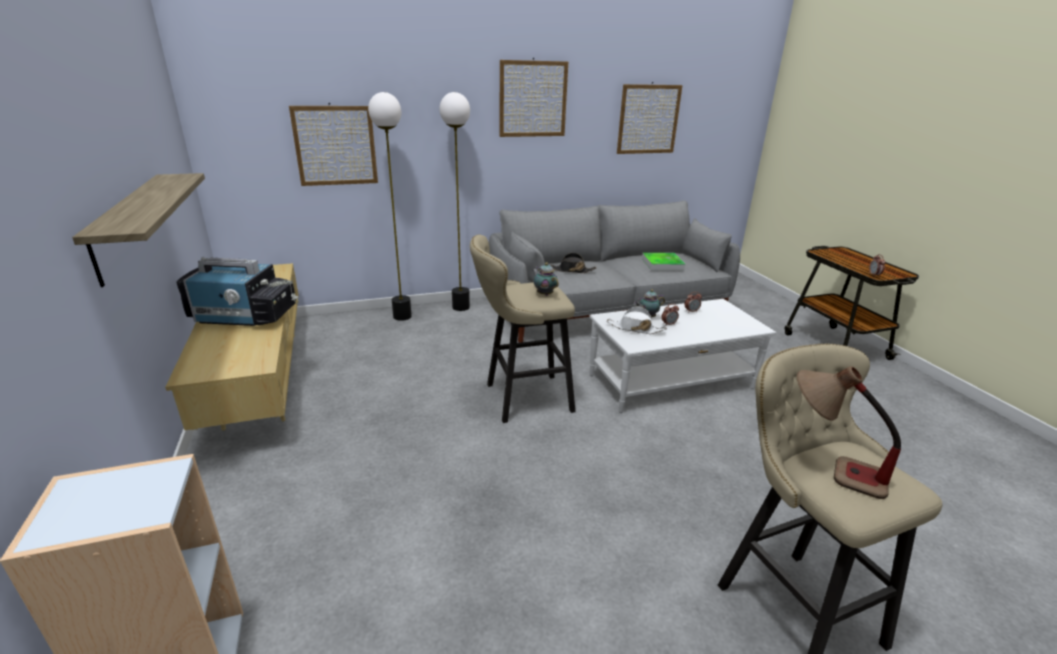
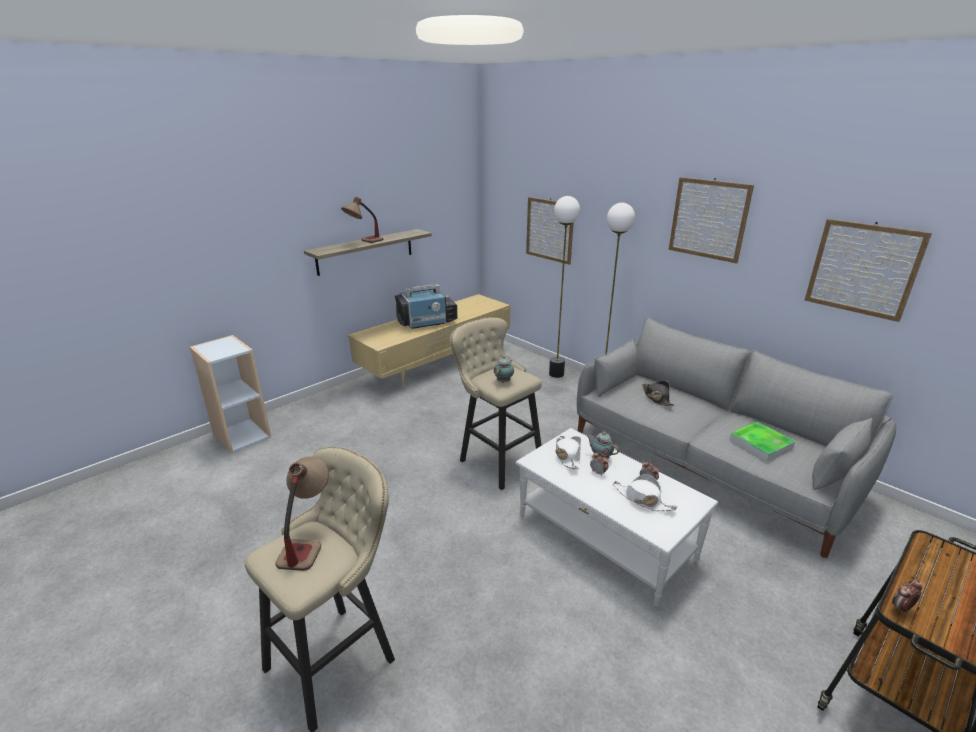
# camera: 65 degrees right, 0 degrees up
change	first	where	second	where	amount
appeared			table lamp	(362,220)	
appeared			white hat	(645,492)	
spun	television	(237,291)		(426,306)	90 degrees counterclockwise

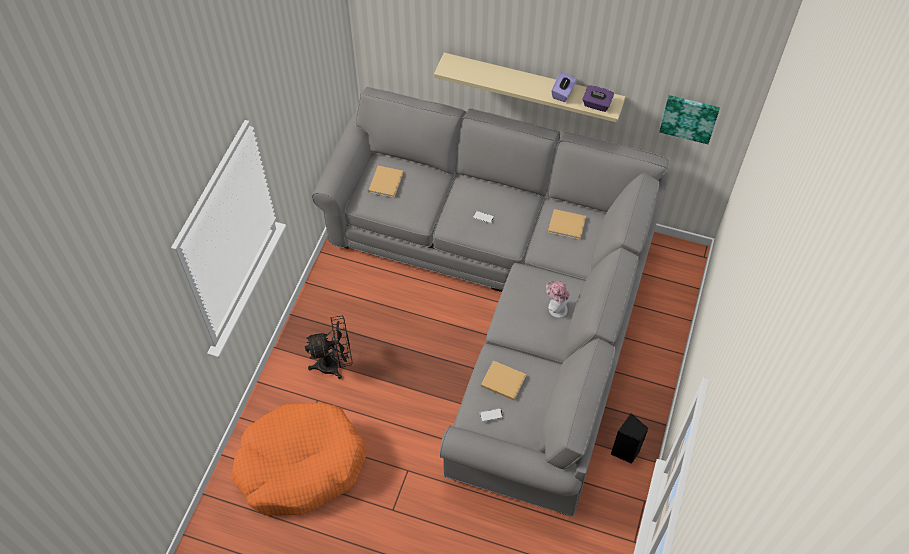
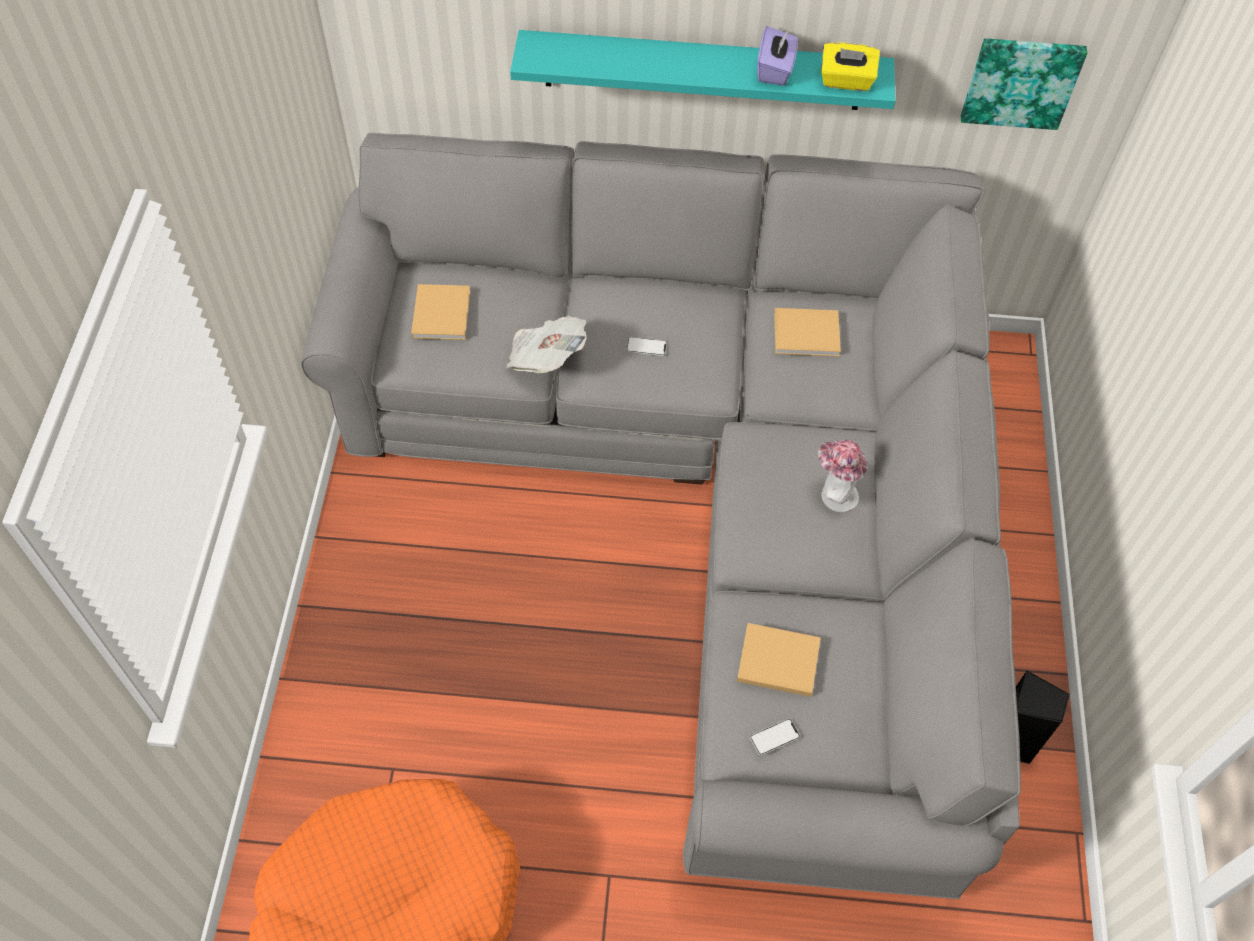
# camera: 15 degrees left, 0 degrees up
change	first	where	second	where	amount
missing	black fan	(329,347)			
appeared			newspaper	(547,345)	
colour	beige shelf	(529,88)	turquoise shelf	(702,70)	
colour	purple tissue box	(598,98)	yellow tissue box	(850,66)	

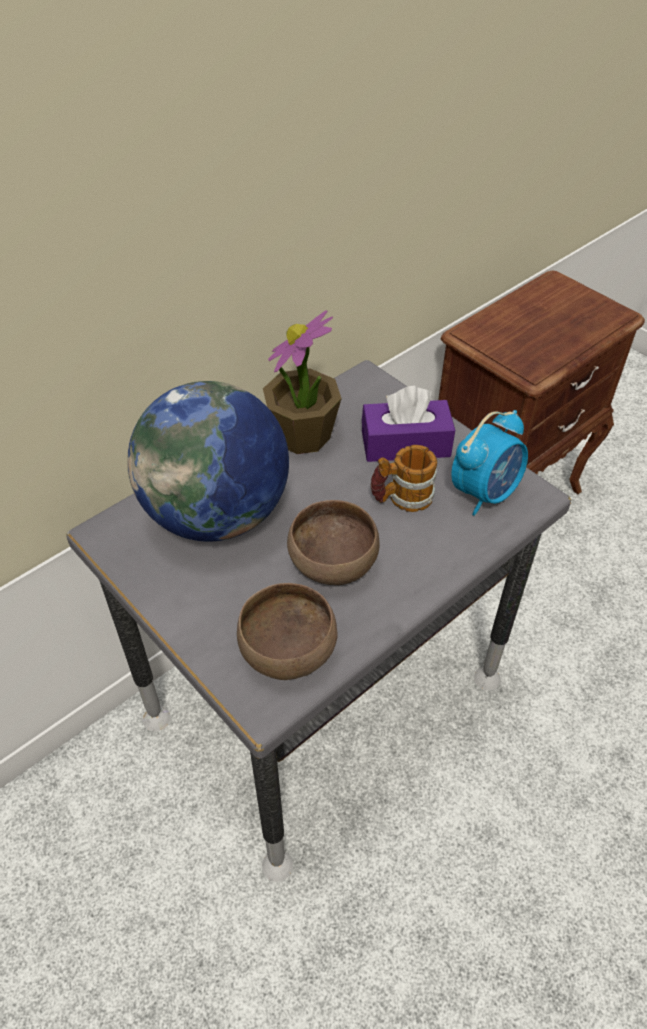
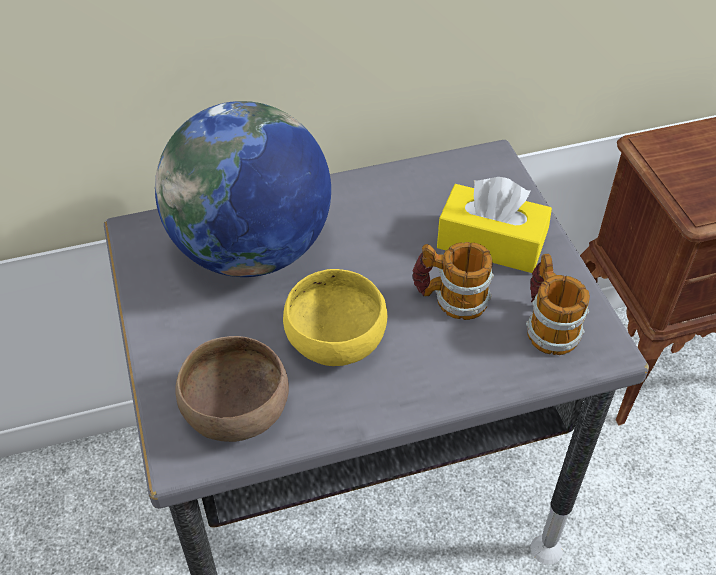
# camera: 25 degrees right, 0 degrees up
change	first	where	second	where	amount
missing	potted plant	(302,382)			
exchanged	alarm clock	(489,463)	mug	(558,304)	
colour	brown bowl	(333,542)	yellow bowl	(335,317)	
colour	purple tissue box	(408,424)	yellow tissue box	(494,225)	

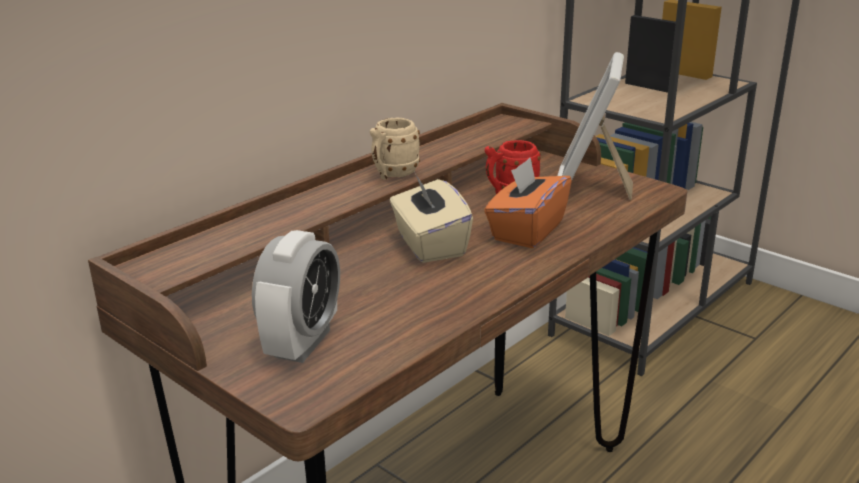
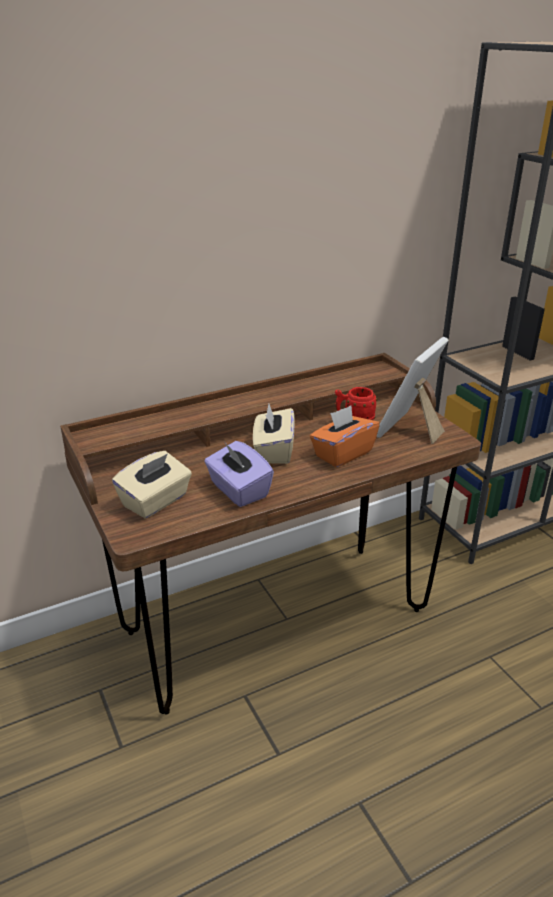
# camera: 20 degrees right, 5 degrees up
change	first	where	second	where	amount
missing	beige mug	(395,149)			
appeared			purple tissue box	(239,474)	
exchanged	alarm clock	(296,296)	beige tissue box	(152,484)	

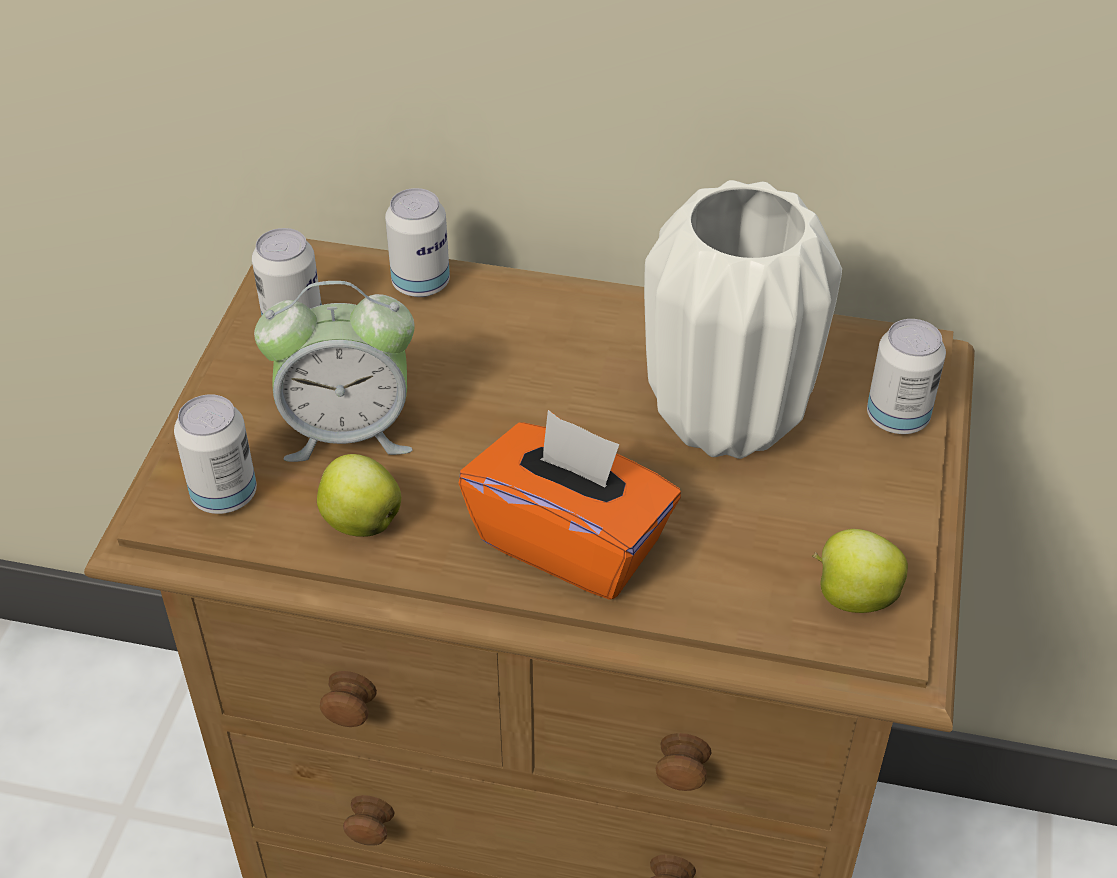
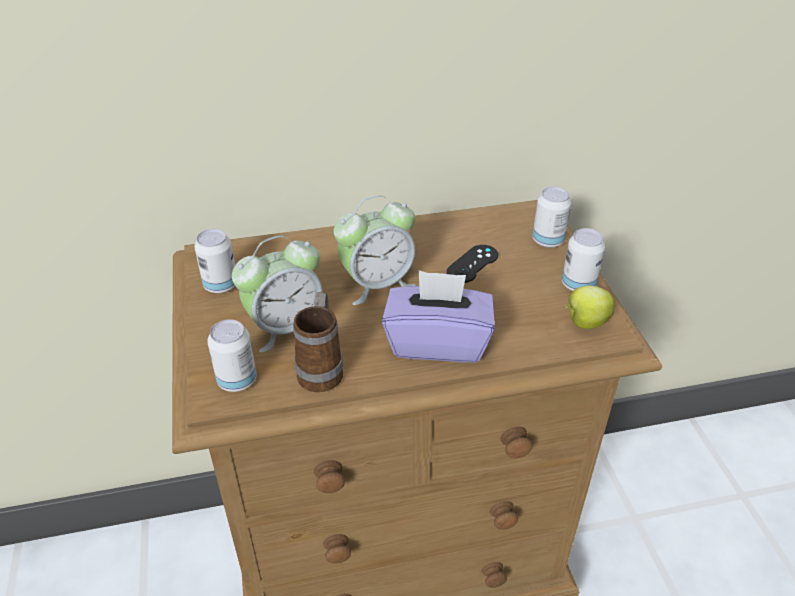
# camera: 25 degrees left, 5 degrees down
change	first	where	second	where	amount
appeared			alarm clock	(375,250)	
relocated	can	(417,242)		(583,259)	
exchanged	apple	(359,495)	mug	(318,342)	
exchanged	white vase	(743,319)	black game controller	(472,264)	
colour	orange tissue box	(569,505)	purple tissue box	(438,316)	

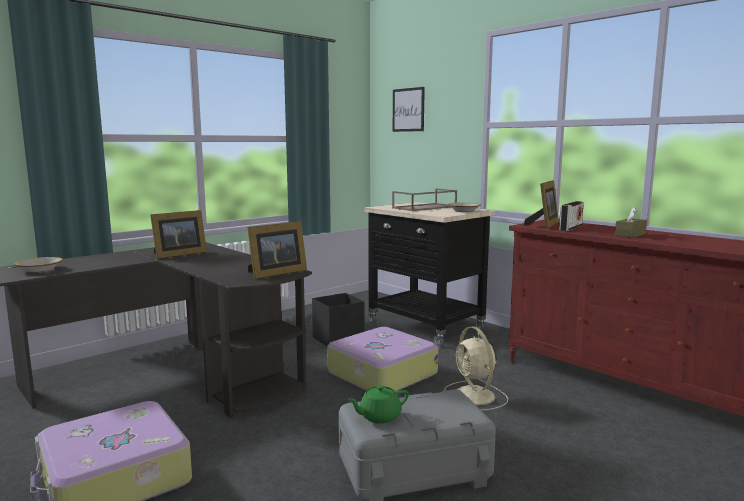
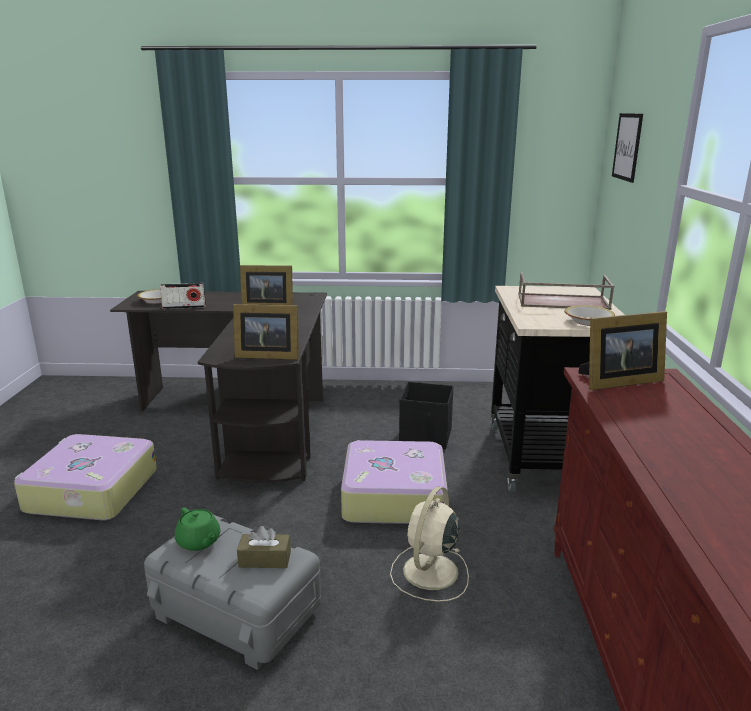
# camera: 45 degrees right, 10 degrees up
change	first	where	second	where	amount
relocated	radio	(571,216)		(183,296)	
relocated	brown tissue box	(631,222)		(264,547)	
spun	green teapot	(378,404)		(197,529)	150 degrees counterclockwise

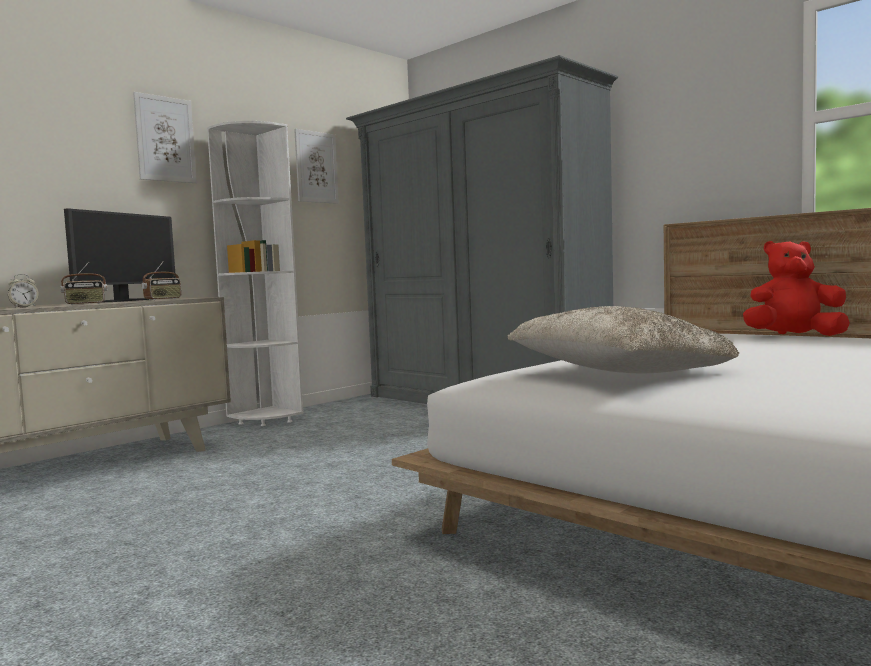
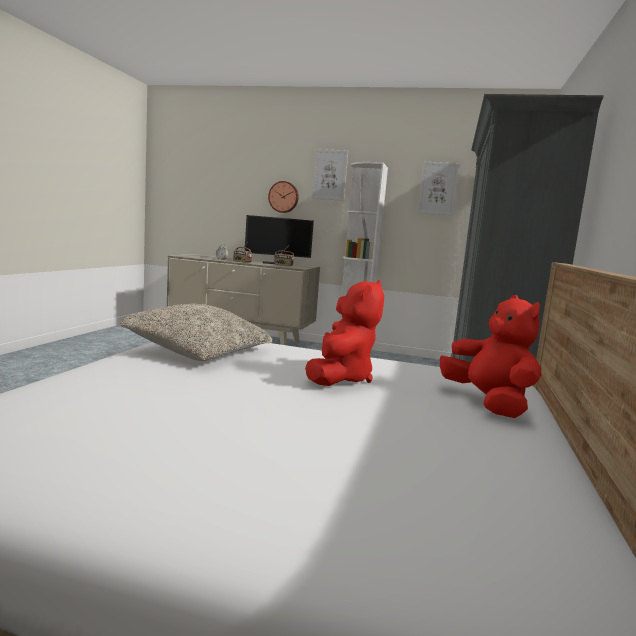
# camera: 60 degrees right, 5 degrees up
change	first	where	second	where	amount
appeared			wall clock	(283,197)	
appeared			red plush toy	(344,333)	

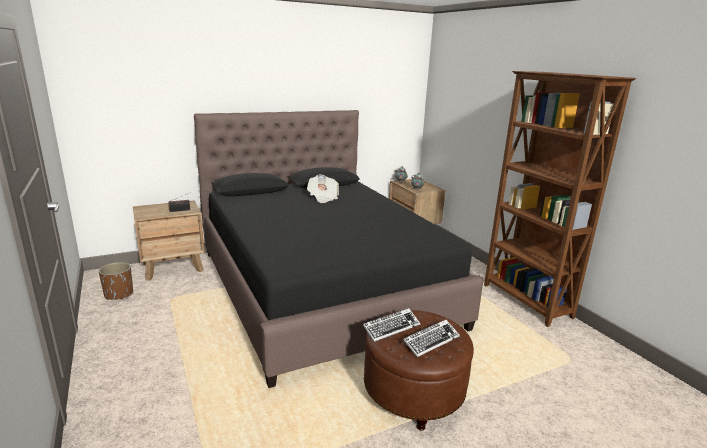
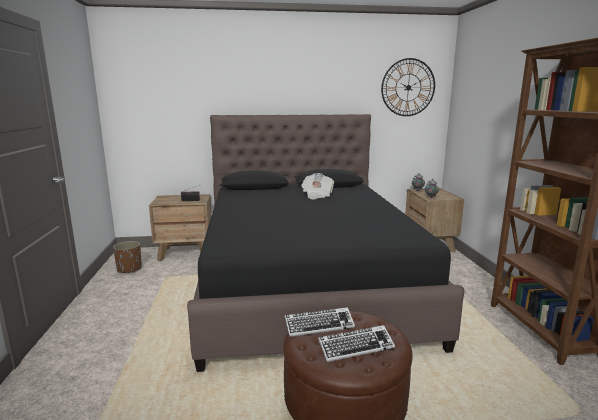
# camera: 20 degrees right, 5 degrees down
change	first	where	second	where	amount
appeared			wall clock	(408,87)	

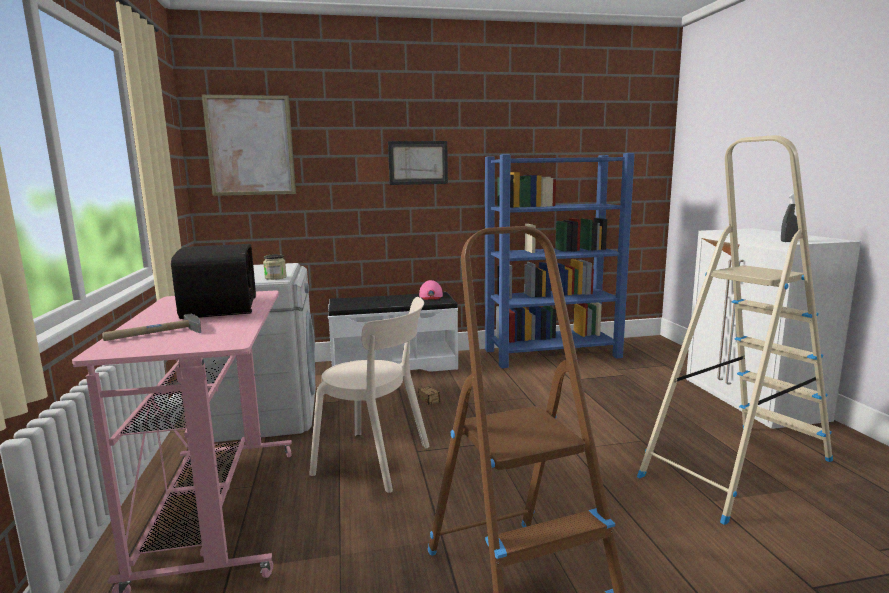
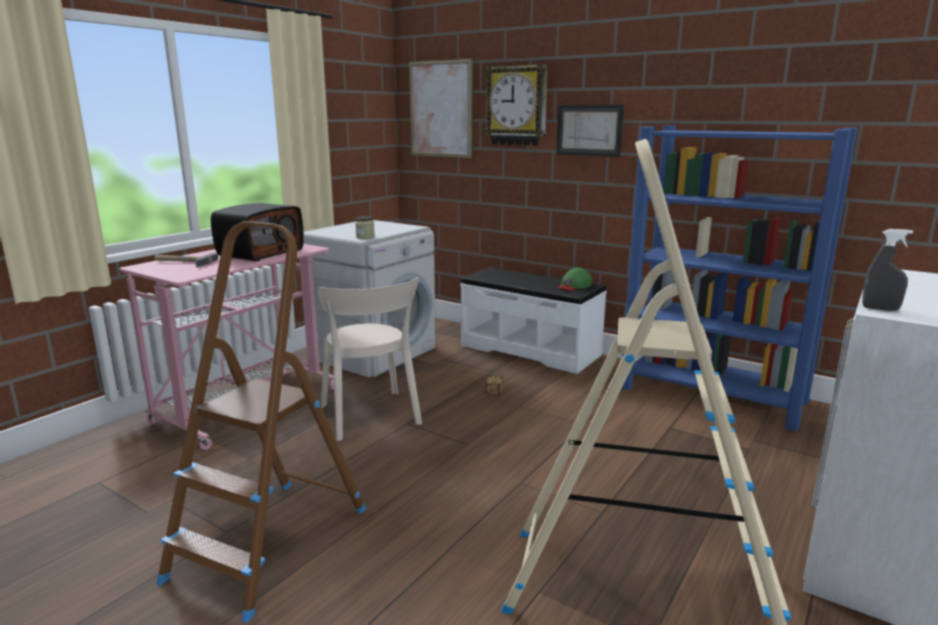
# camera: 45 degrees right, 5 degrees up
change	first	where	second	where	amount
appeared			wall clock	(516,105)	
colour	pink cap	(431,290)	green cap	(575,278)	

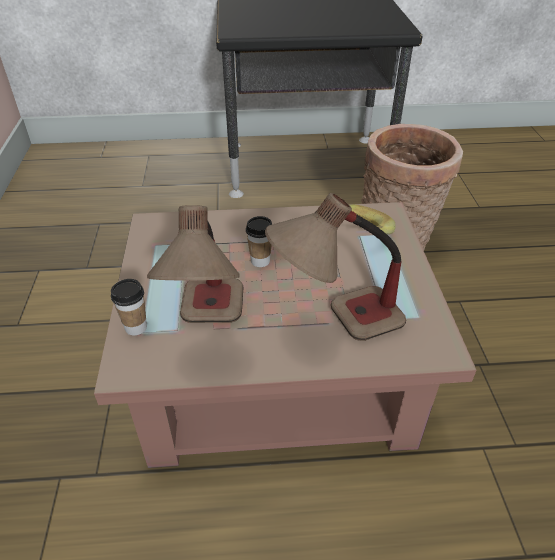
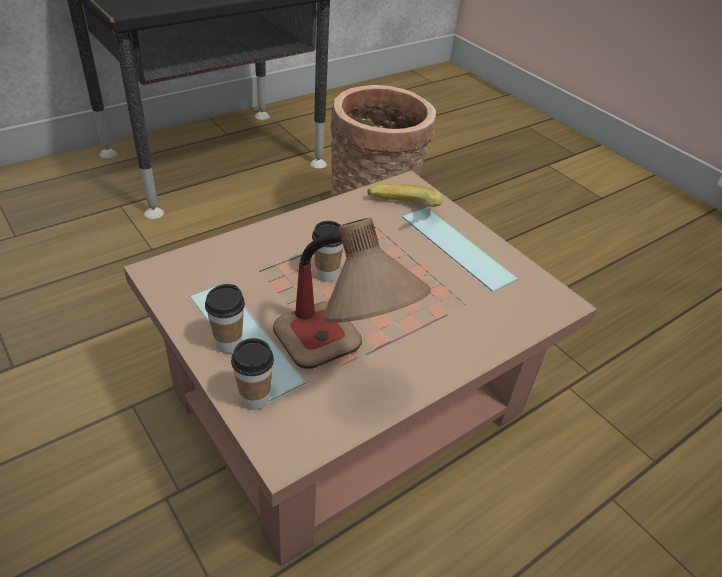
# camera: 35 degrees left, 0 degrees up
change	first	where	second	where	amount
missing	table lamp	(335,267)			
appeared			cup	(225,318)	

